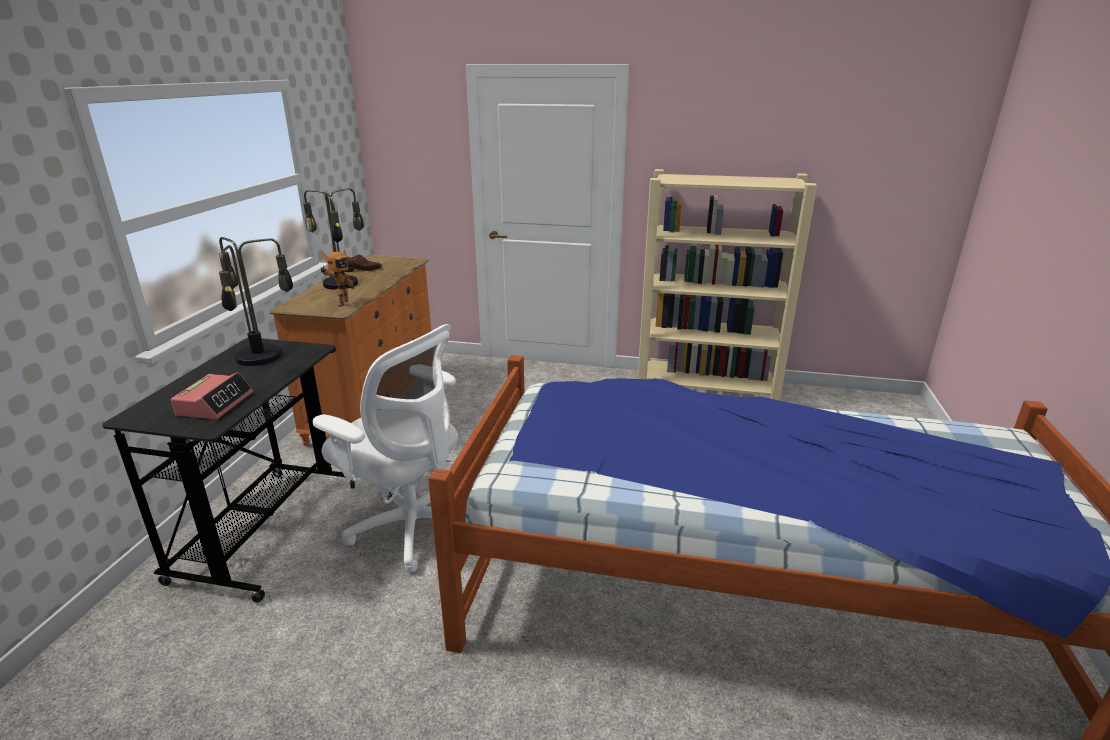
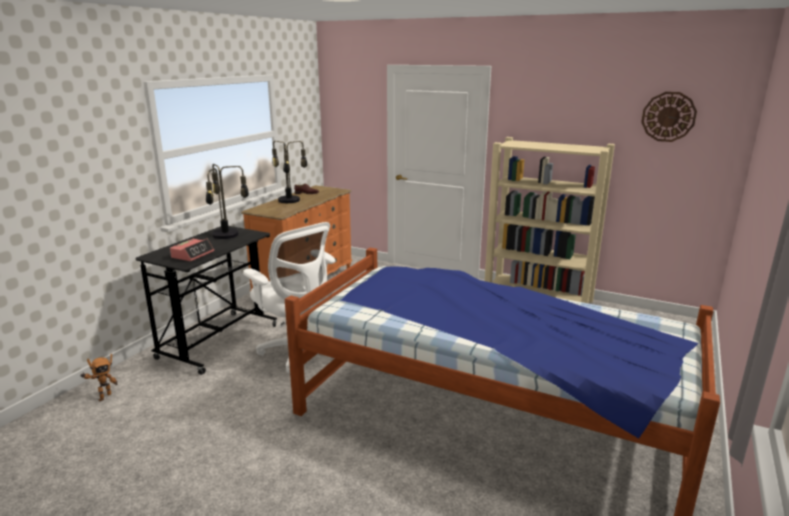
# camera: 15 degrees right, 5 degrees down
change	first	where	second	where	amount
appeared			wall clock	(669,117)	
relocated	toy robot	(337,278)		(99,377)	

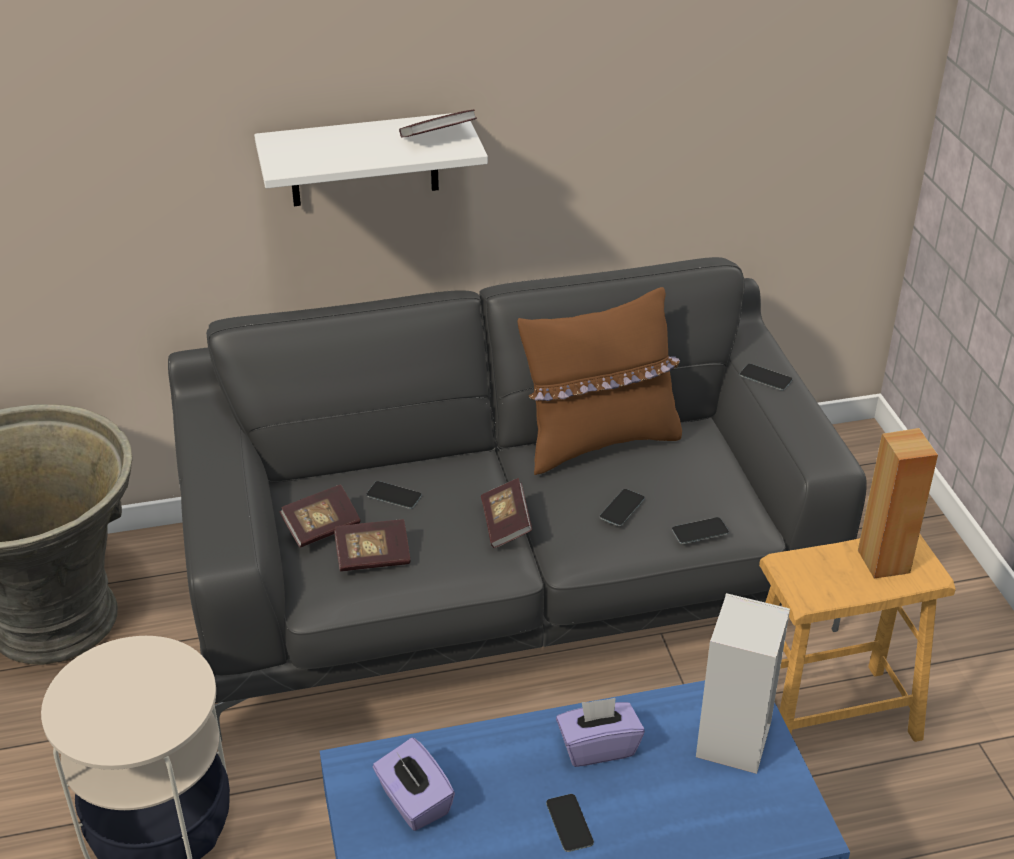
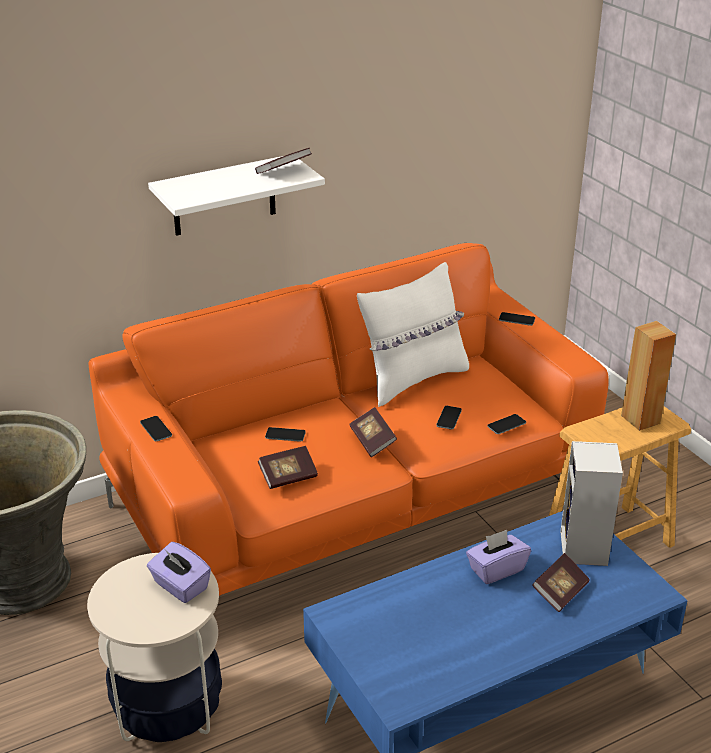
# camera: 15 degrees left, 5 degrees down
change	first	where	second	where	amount
relocated	book	(320,516)		(561,582)	
relocated	purple tissue box	(414,784)		(179,572)	
relocated	phone	(570,823)		(156,428)	
colour	grey sofa	(517,499)	orange sofa	(349,419)	
colour	brown pillow	(599,381)	white pillow	(413,334)	

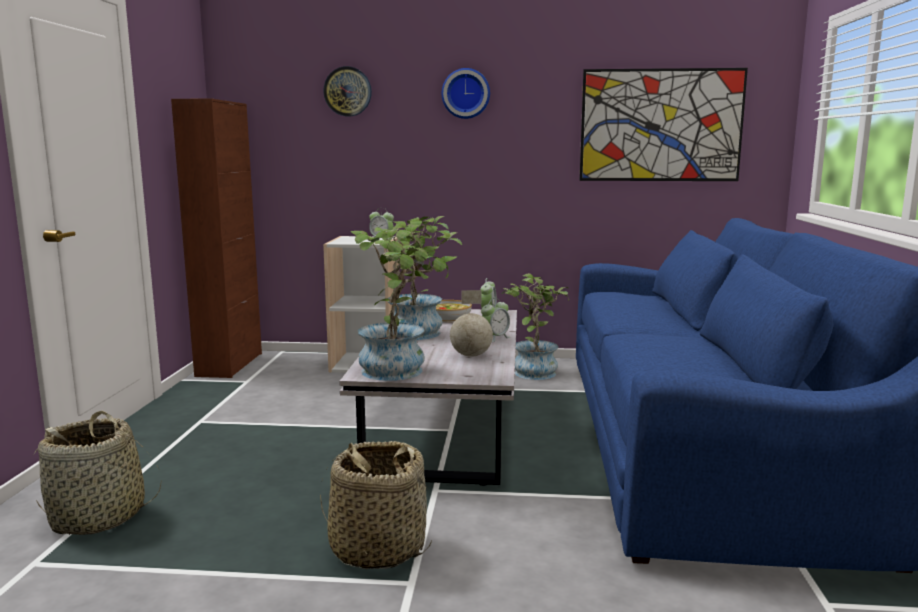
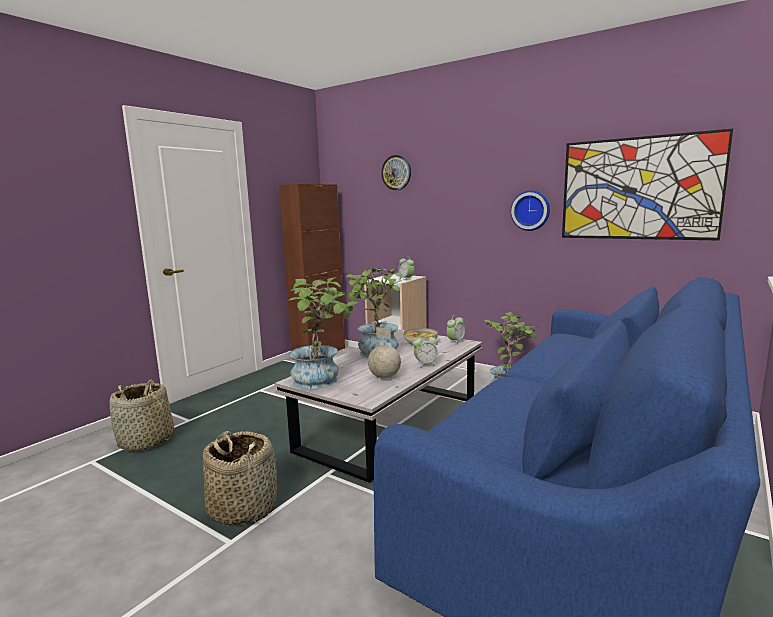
# camera: 30 degrees right, 0 degrees up
change	first	where	second	where	amount
relocated	wall clock	(466,93)		(530,210)	

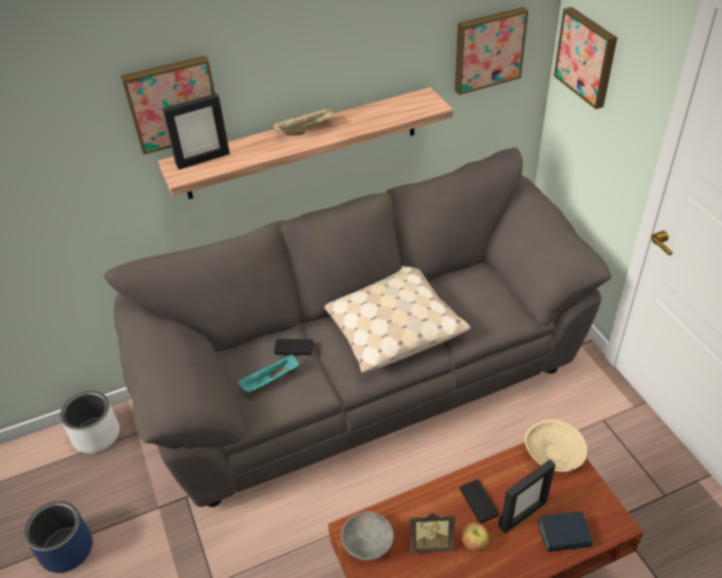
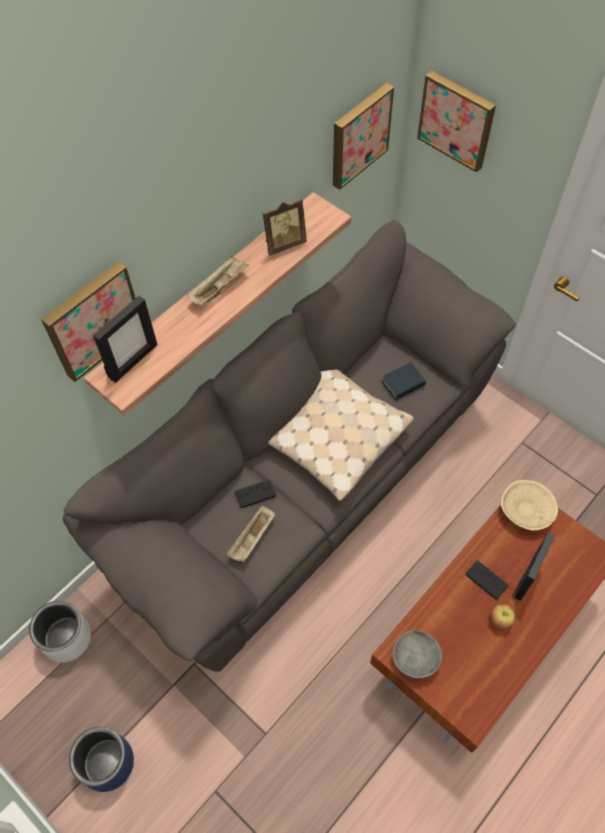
# camera: 25 degrees left, 15 degrees up
change	first	where	second	where	amount
relocated	picture frame	(432,533)		(285,227)	
relocated	book	(565,531)		(404,381)	
colour	turquoise tray	(268,373)	beige tray	(251,533)	

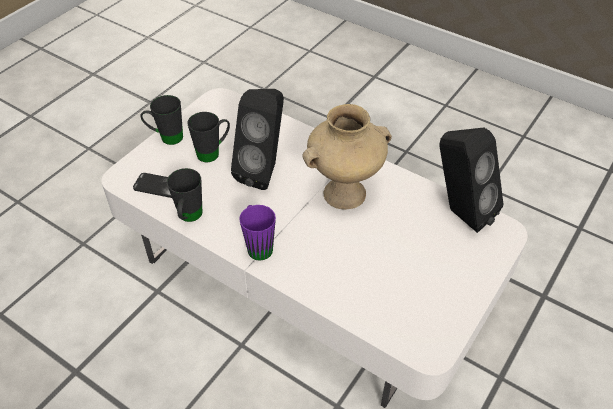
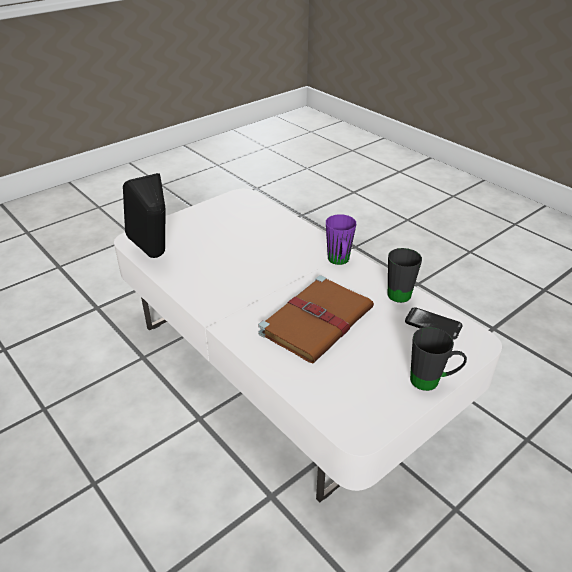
# camera: 165 degrees left, 10 degrees down
change	first	where	second	where	amount
missing	black mug	(209,137)			
missing	beige vase	(347,157)			
exchanged	black speaker	(257,139)	brown book	(316,319)	

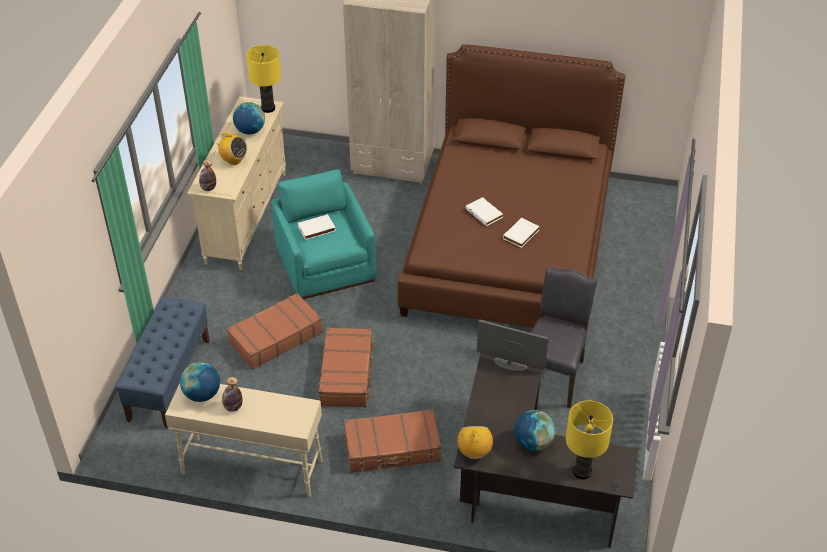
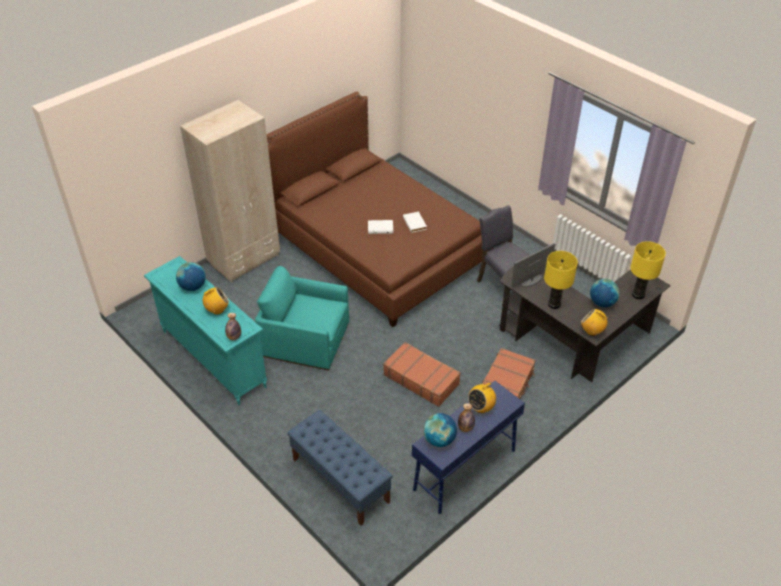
# camera: 55 degrees left, 0 degrees up
change	first	where	second	where	amount
missing	brown suitcase	(275,331)			
missing	white book	(317,227)			
appeared			radio	(482,398)	
relocated	yellow table lamp	(263,79)		(561,280)	
colour	beige console table	(244,440)	blue console table	(468,447)	
colour	beige dresser	(236,183)	turquoise dresser	(205,330)	

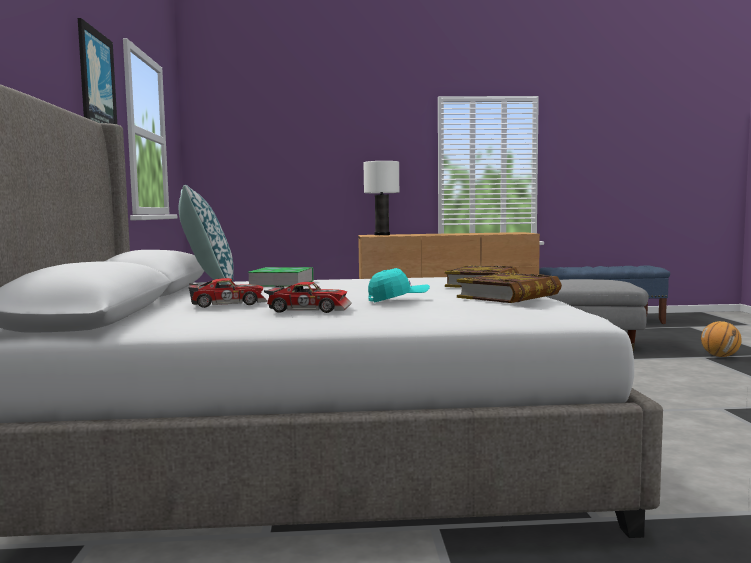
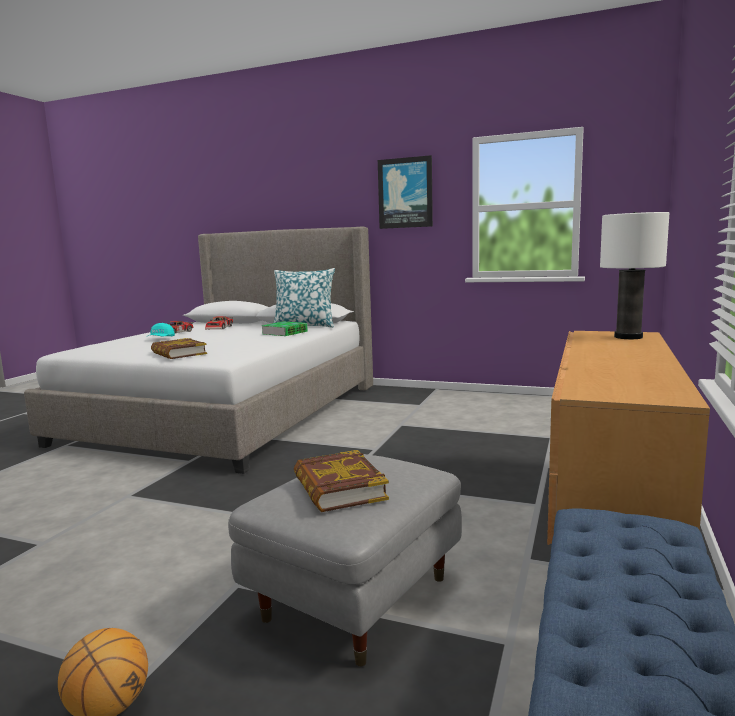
# camera: 115 degrees right, 5 degrees up
change	first	where	second	where	amount
relocated	book	(509,288)		(341,481)	

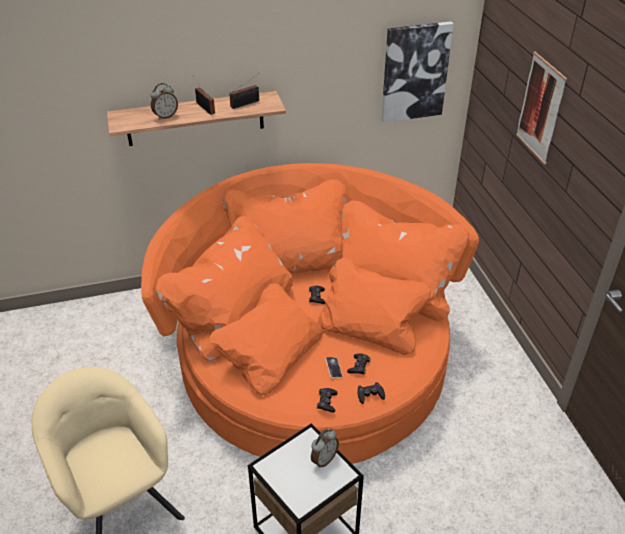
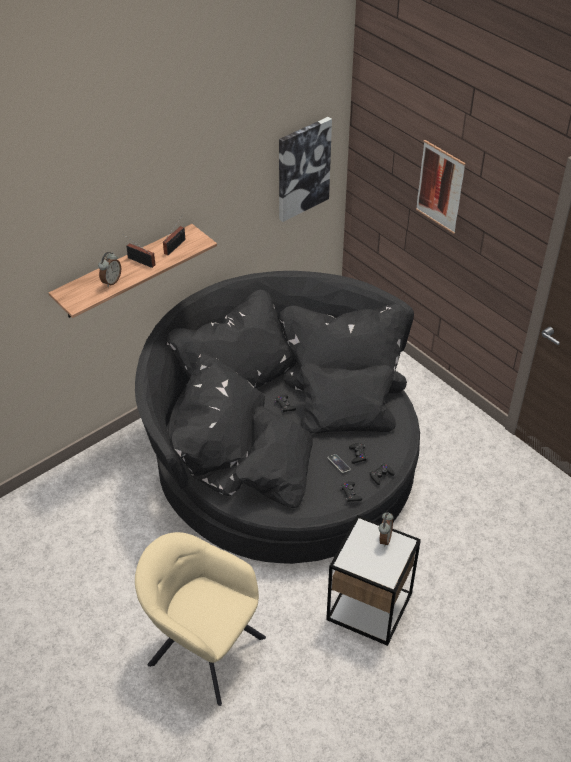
# camera: 25 degrees left, 5 degrees up
change	first	where	second	where	amount
colour	orange sofa	(310,313)	black sofa	(277,417)	

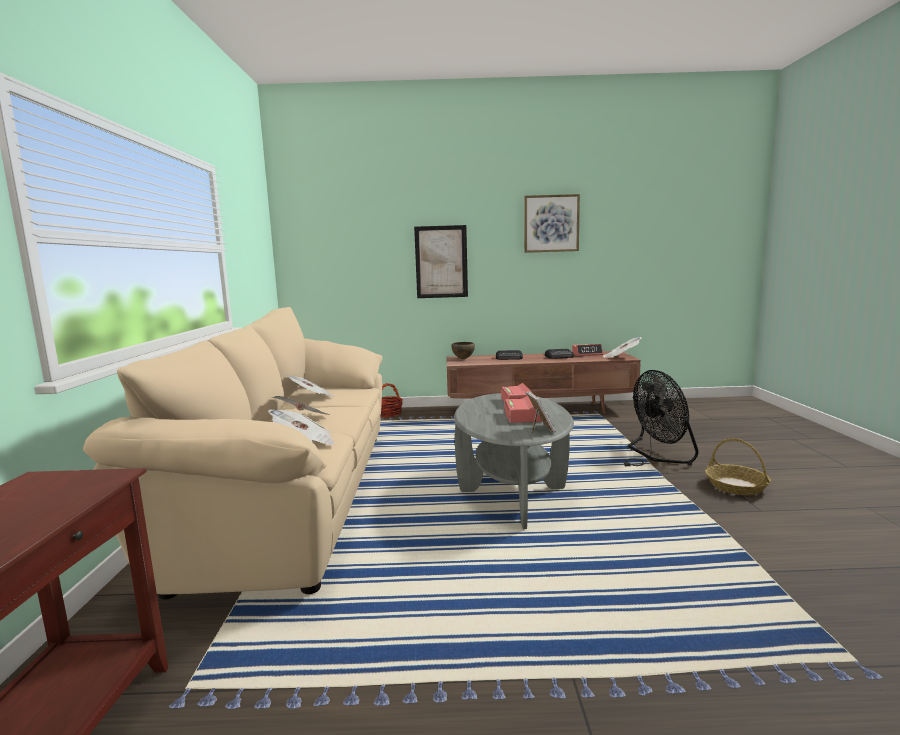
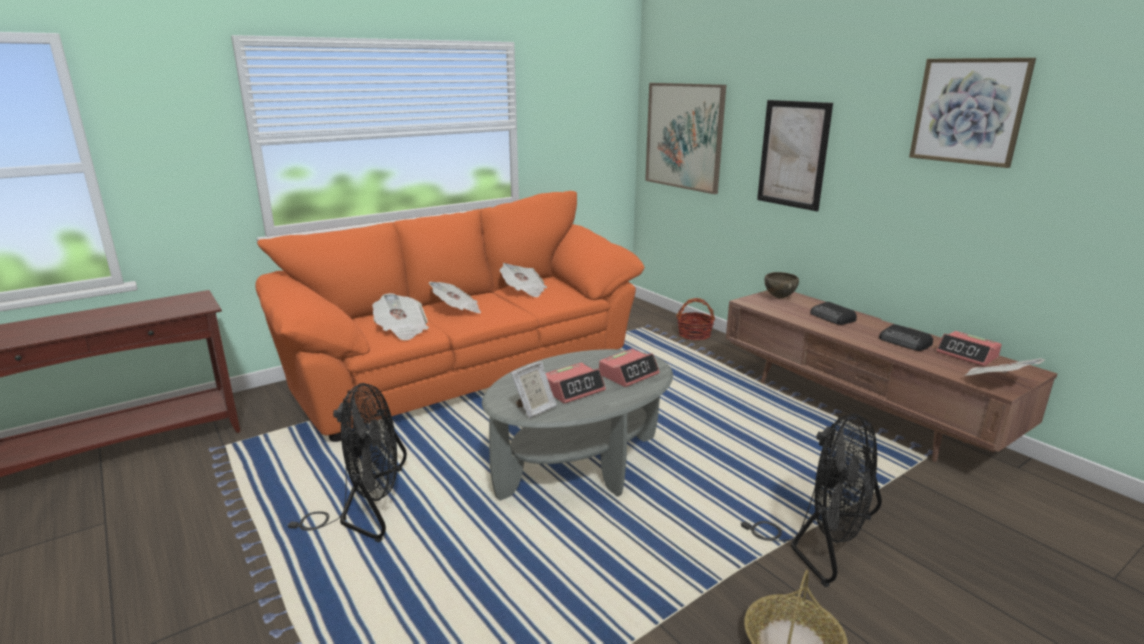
# camera: 55 degrees right, 10 degrees up
change	first	where	second	where	amount
appeared			black fan	(347,462)	
appeared			picture	(685,138)	
colour	beige sofa	(232,453)	orange sofa	(450,316)	

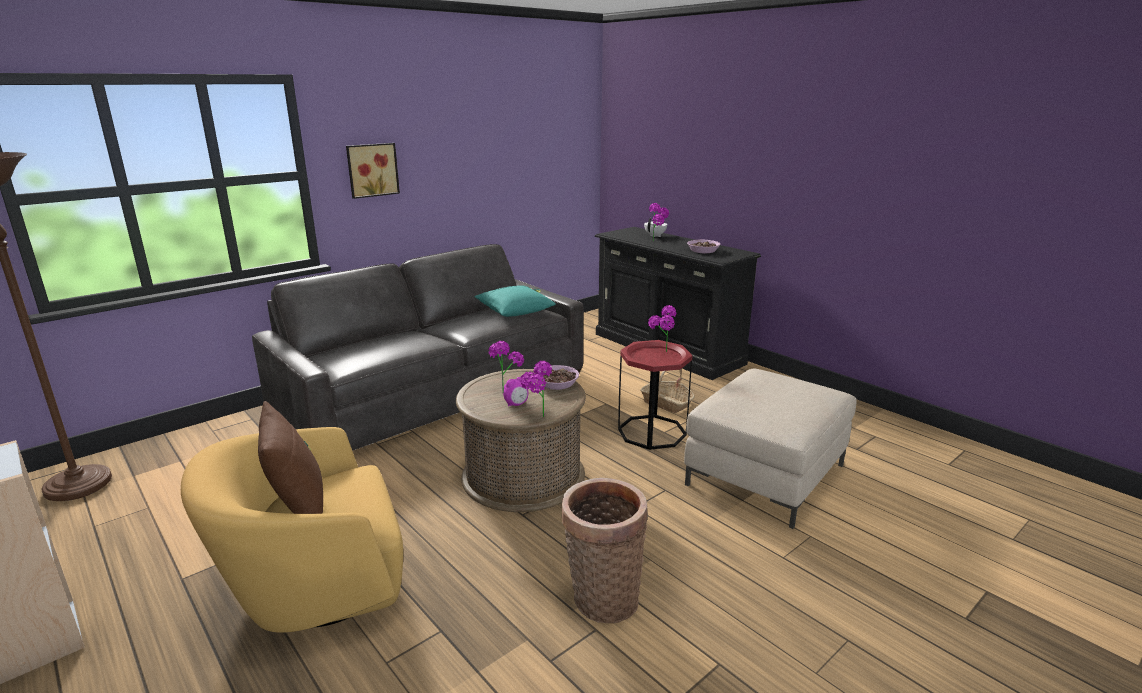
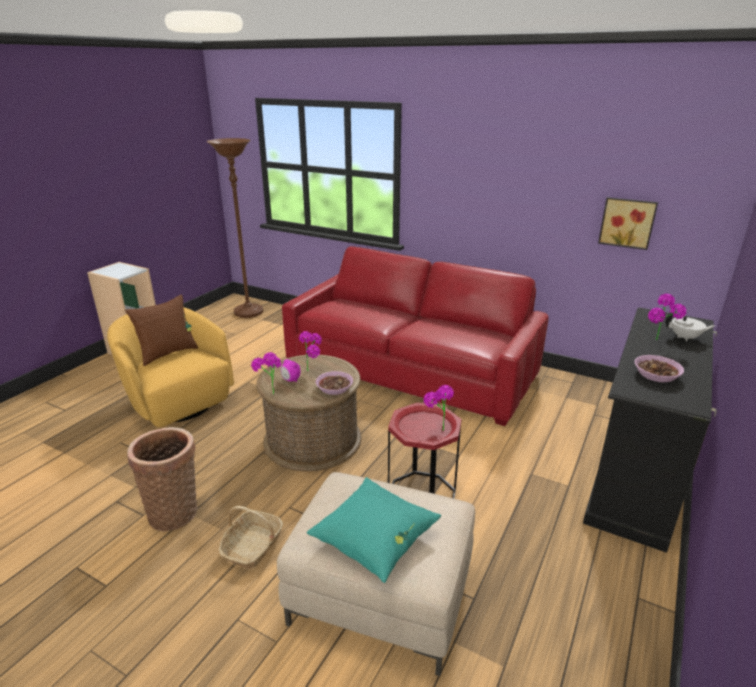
# camera: 70 degrees right, 5 degrees up
change	first	where	second	where	amount
relocated	picture	(373,171)		(628,223)	
relocated	turquoise pillow	(515,301)		(374,530)	
relocated	basket	(667,391)		(251,537)	
colour	grey sofa	(417,347)	red sofa	(415,336)	

